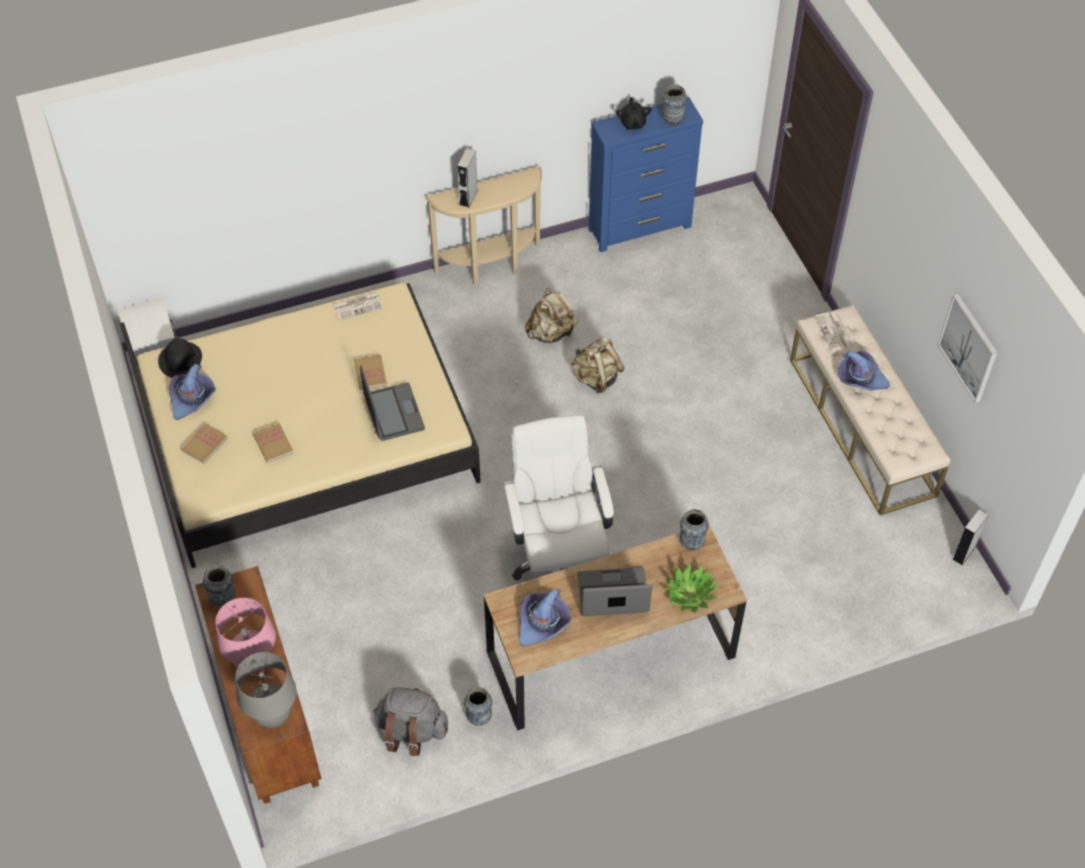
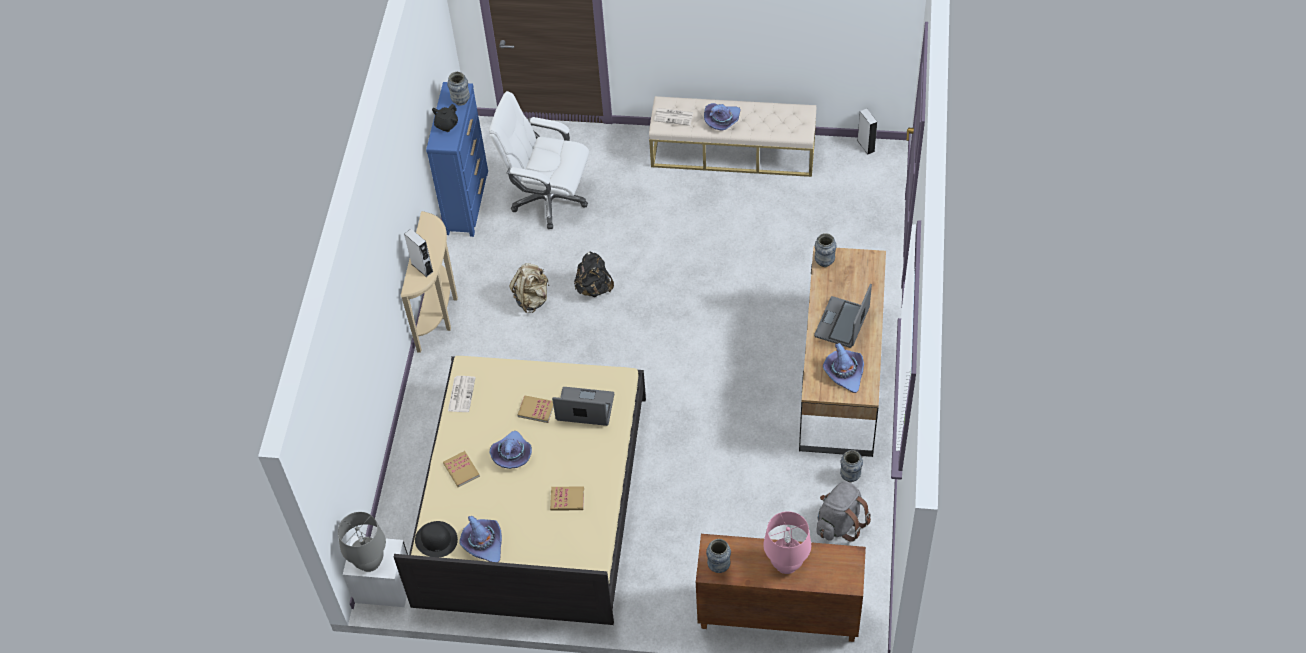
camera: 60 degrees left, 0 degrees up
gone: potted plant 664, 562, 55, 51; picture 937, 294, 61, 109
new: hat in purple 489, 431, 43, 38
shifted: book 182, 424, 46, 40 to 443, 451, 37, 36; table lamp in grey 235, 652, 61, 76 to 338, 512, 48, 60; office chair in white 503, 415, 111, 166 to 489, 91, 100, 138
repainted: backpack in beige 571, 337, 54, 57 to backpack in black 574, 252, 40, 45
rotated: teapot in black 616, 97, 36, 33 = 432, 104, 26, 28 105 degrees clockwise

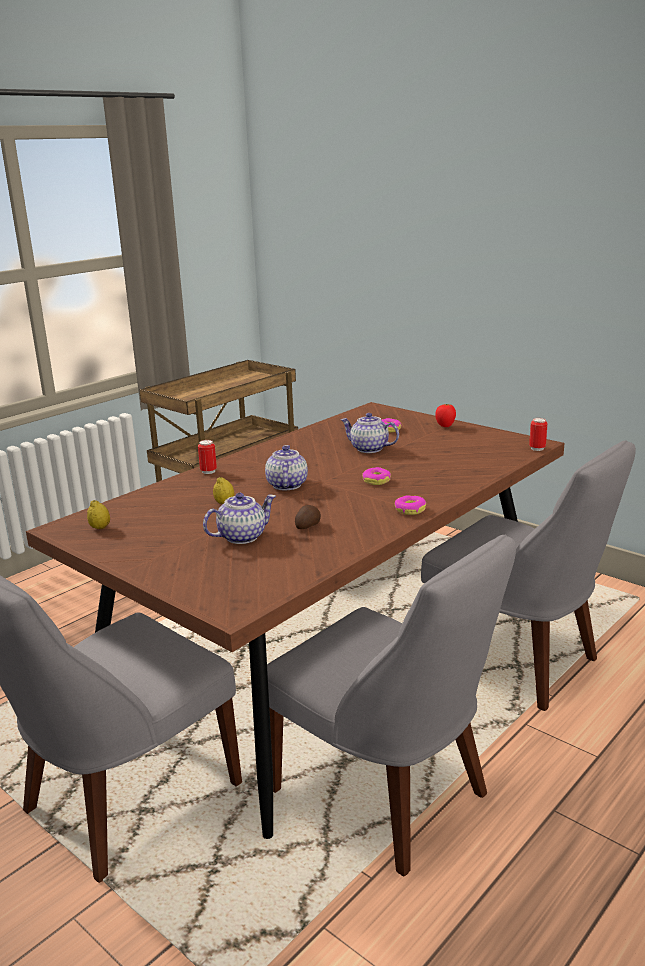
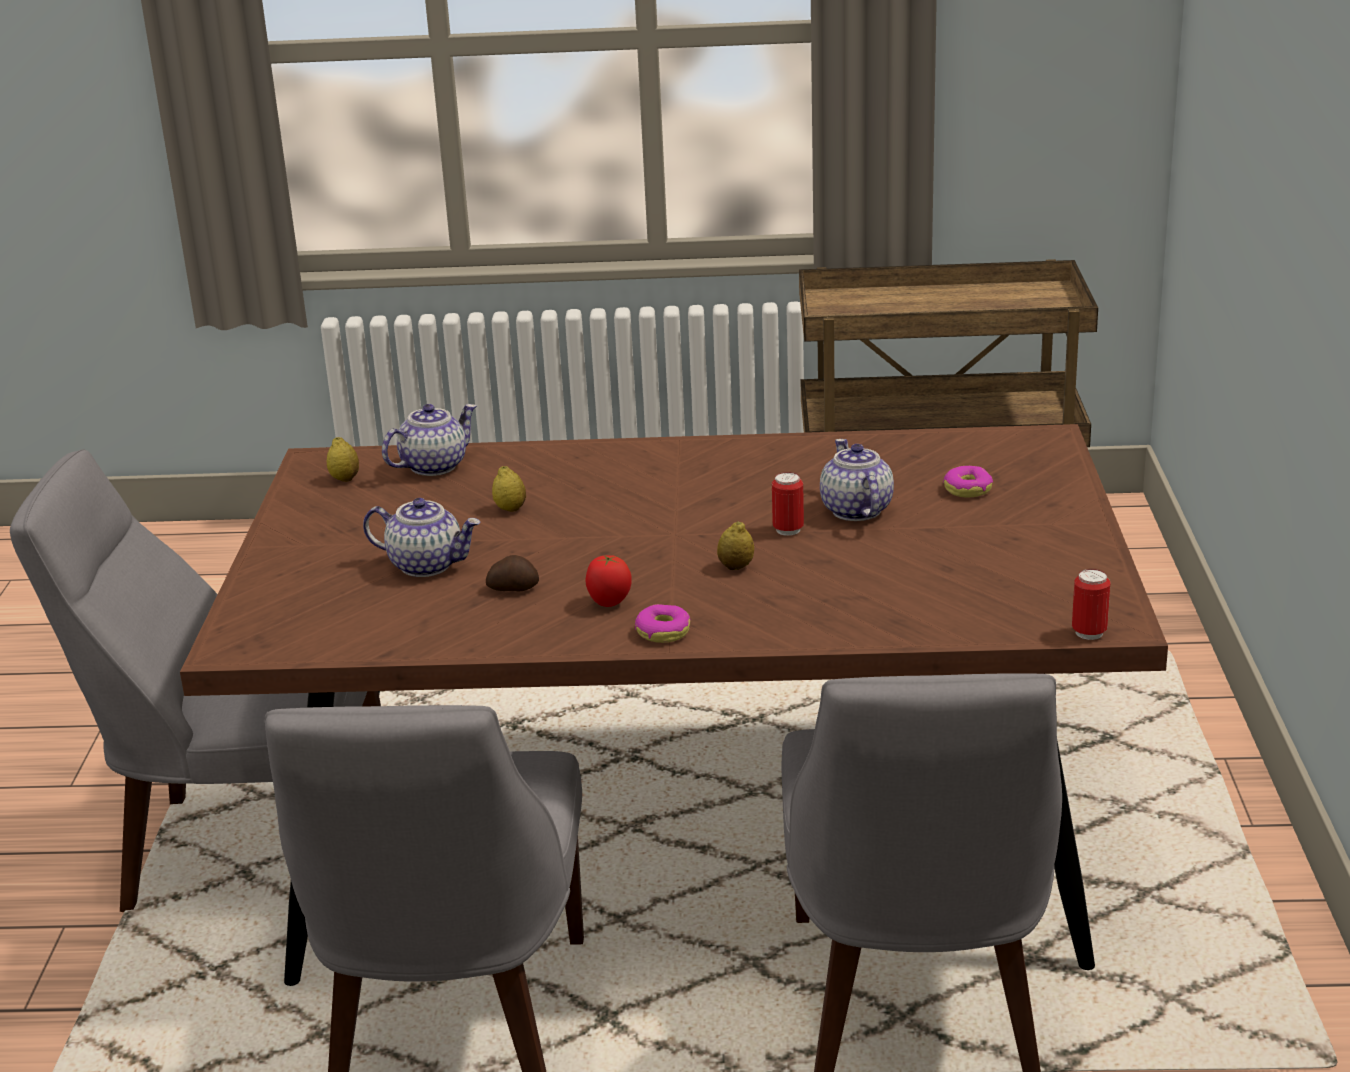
camera: 50 degrees right, 5 degrees up
shifted: can 198, 440, 19, 34 to 772, 472, 32, 64; teapot 265, 445, 43, 45 to 382, 404, 95, 72; tomato 435, 404, 21, 23 to 585, 555, 47, 52
swapped: donut 362, 467, 29, 18 to lemon 717, 521, 37, 49

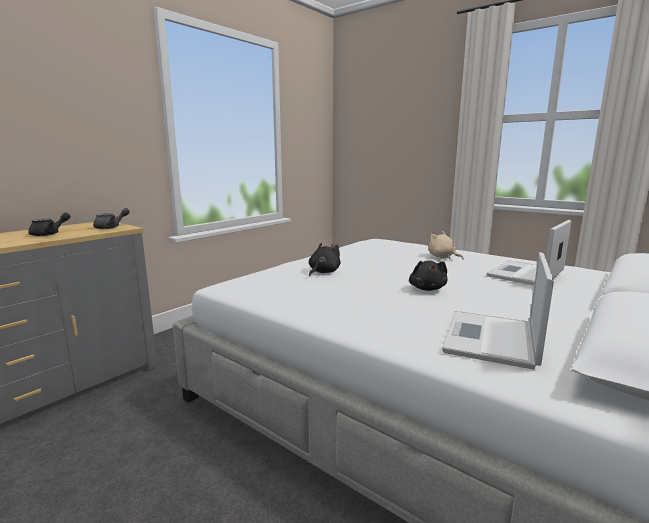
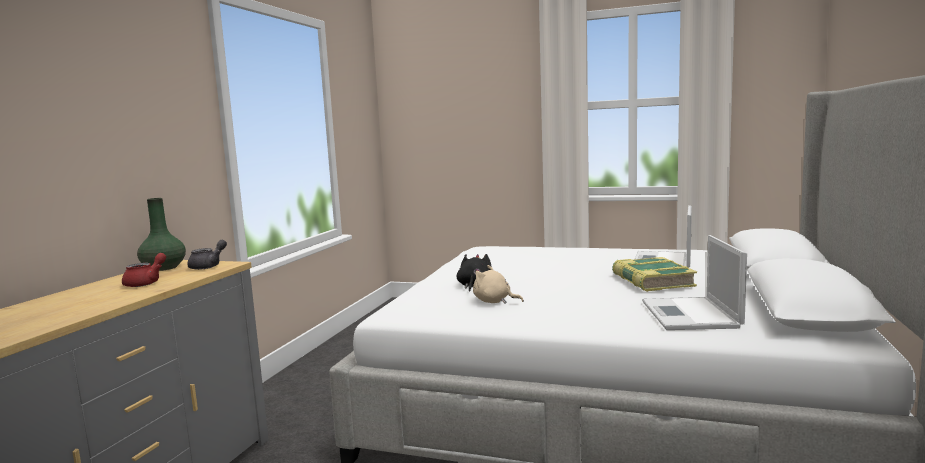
camera: 20 degrees left, 5 degrees down
gone: plush toy in black 409, 260, 38, 31
new: vase in green 137, 198, 49, 73; book 612, 257, 85, 35
shifted: plush toy in beige 428, 231, 36, 29 to 473, 265, 51, 39
repainted: teapot in black 28, 213, 42, 23 to teapot in red 122, 253, 44, 34

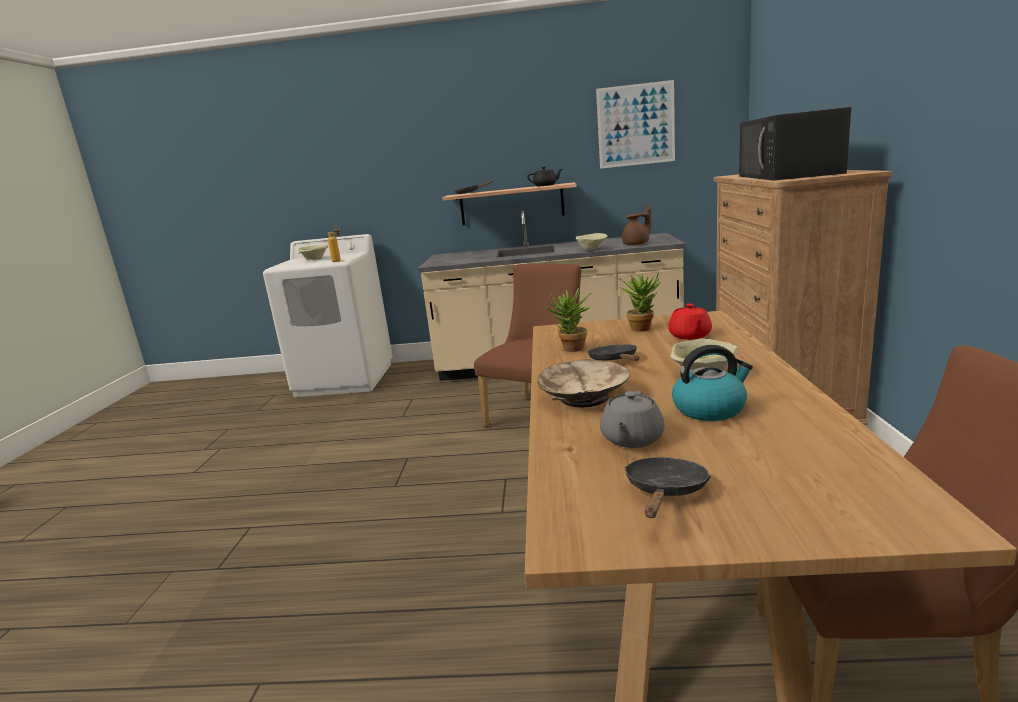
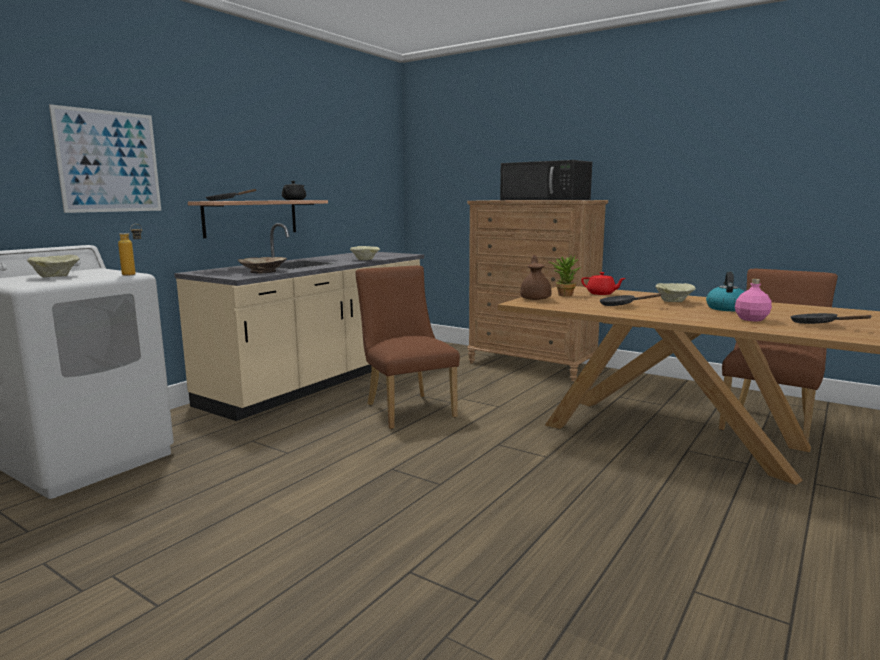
camera: 60 degrees left, 5 degrees down
gone: potted plant 546, 288, 45, 64
shifted: bowl in beige 537, 359, 93, 48 to 238, 257, 49, 16; picture 596, 80, 79, 89 to 49, 104, 112, 109; teapot in brown 622, 206, 29, 39 to 520, 255, 31, 45
swapped: teapot in grey 600, 391, 65, 57 to bottle in pink 735, 279, 37, 43

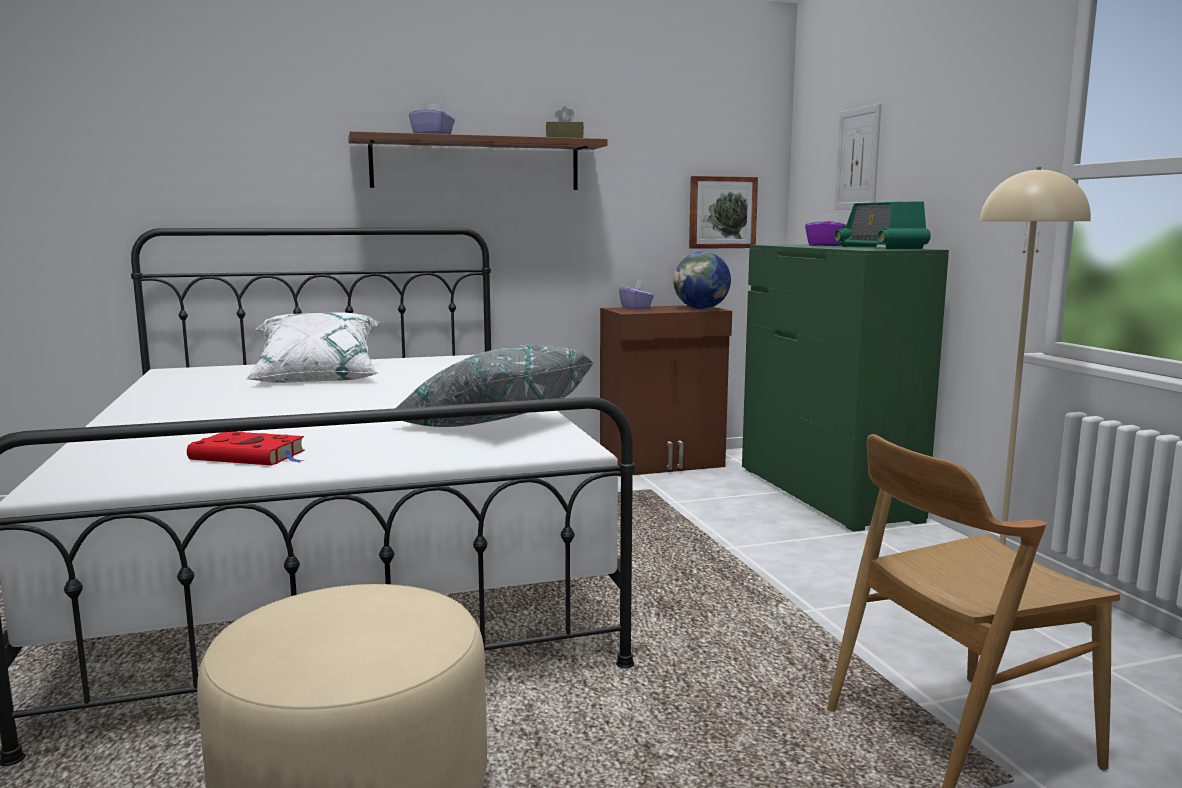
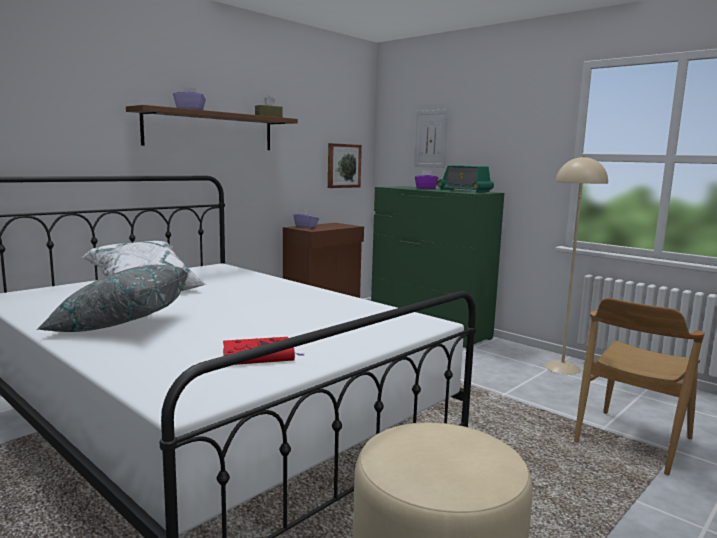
camera: 30 degrees left, 0 degrees up
gone: globe 673, 252, 58, 57
shifted: pillow in grey 396, 344, 198, 83 to 36, 265, 152, 67

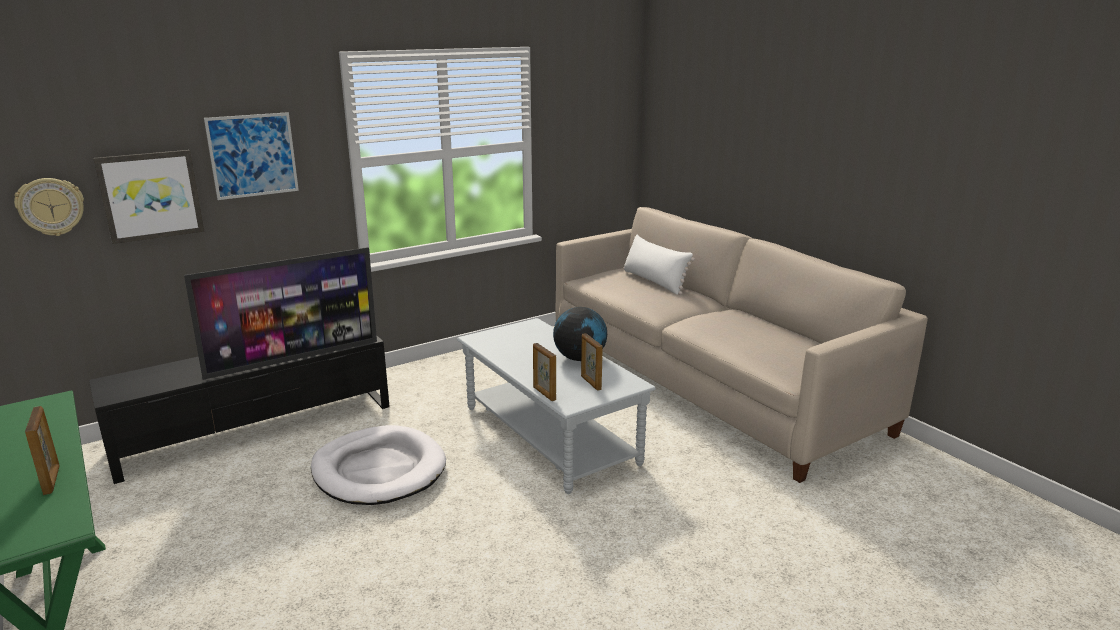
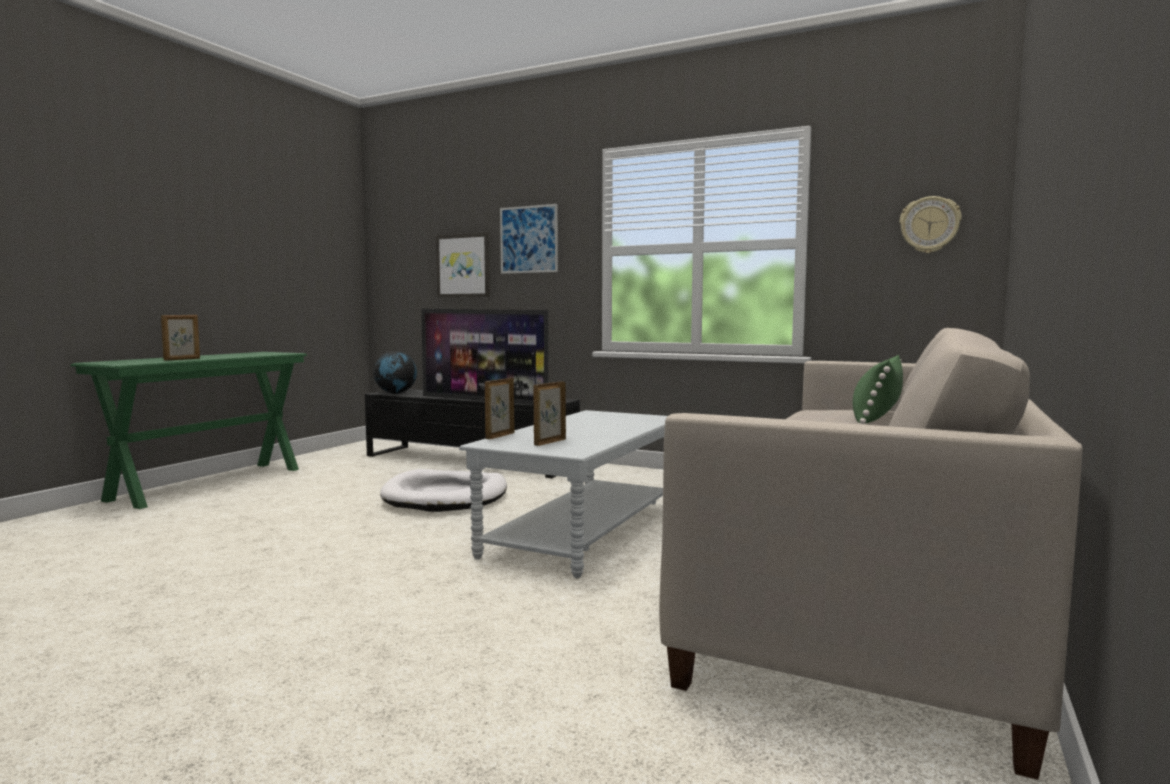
camera: 60 degrees right, 15 degrees down
shifted: wall clock 14, 178, 70, 58 to 899, 196, 63, 57; globe 553, 307, 54, 54 to 373, 351, 44, 43
repainted: pillow in white 623, 235, 72, 60 to pillow in green 853, 355, 50, 69

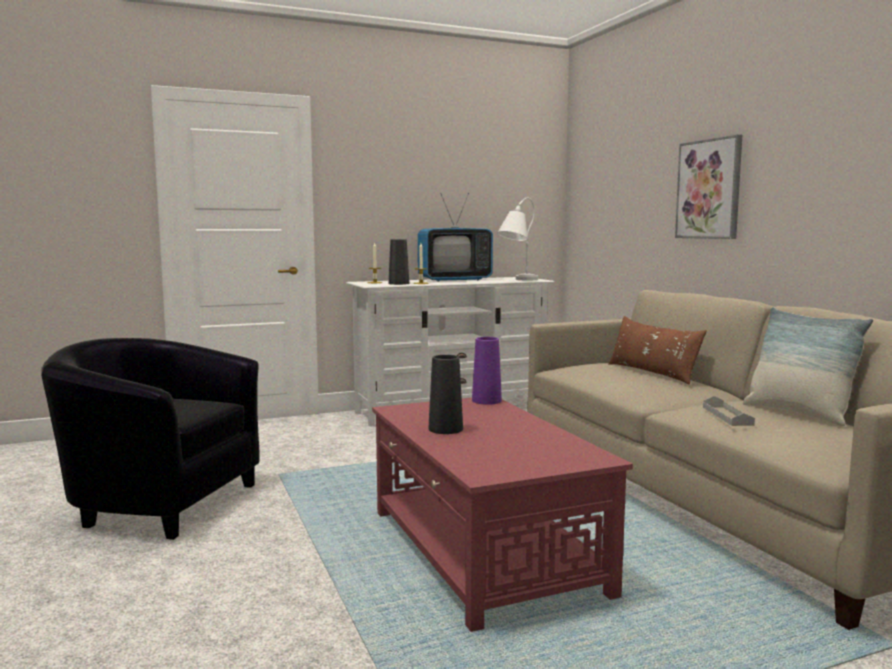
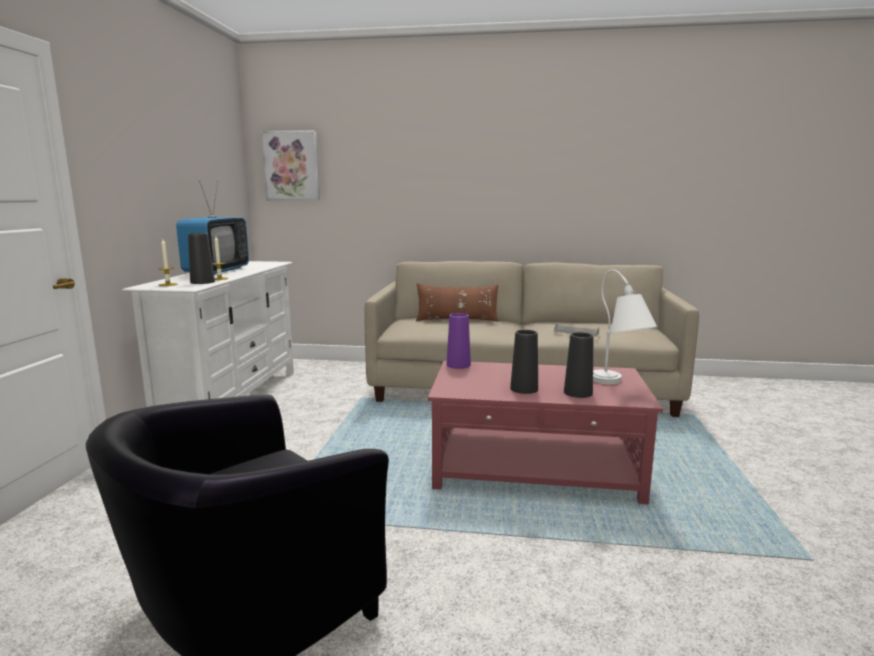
camera: 60 degrees left, 5 degrees up
gone: pillow 743, 307, 130, 119
new: vase in black 564, 332, 29, 66
shifted: table lamp in white 497, 197, 41, 83 to 593, 270, 64, 114; picture 675, 135, 67, 104 to 262, 130, 58, 71

